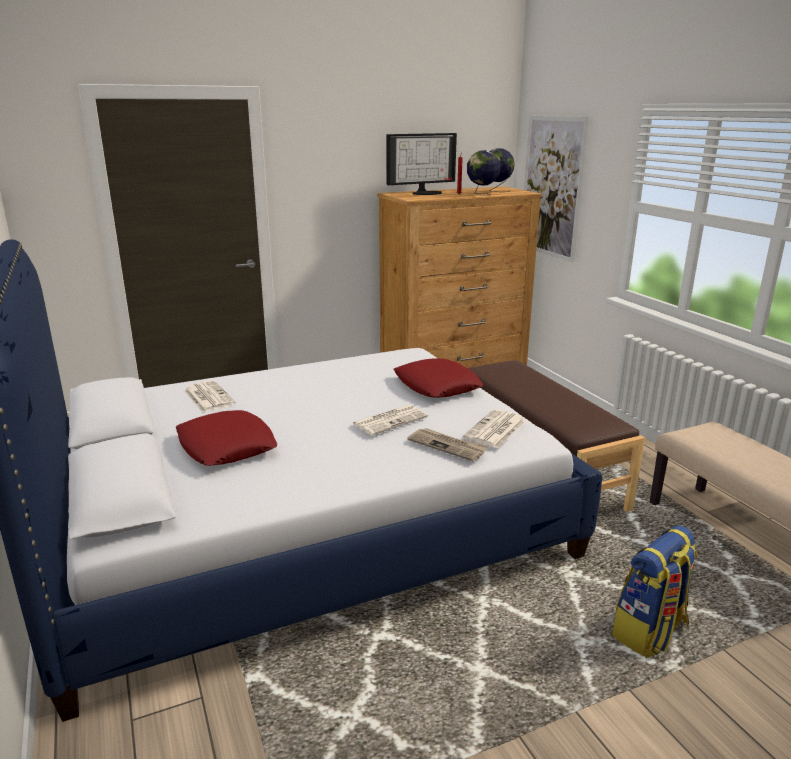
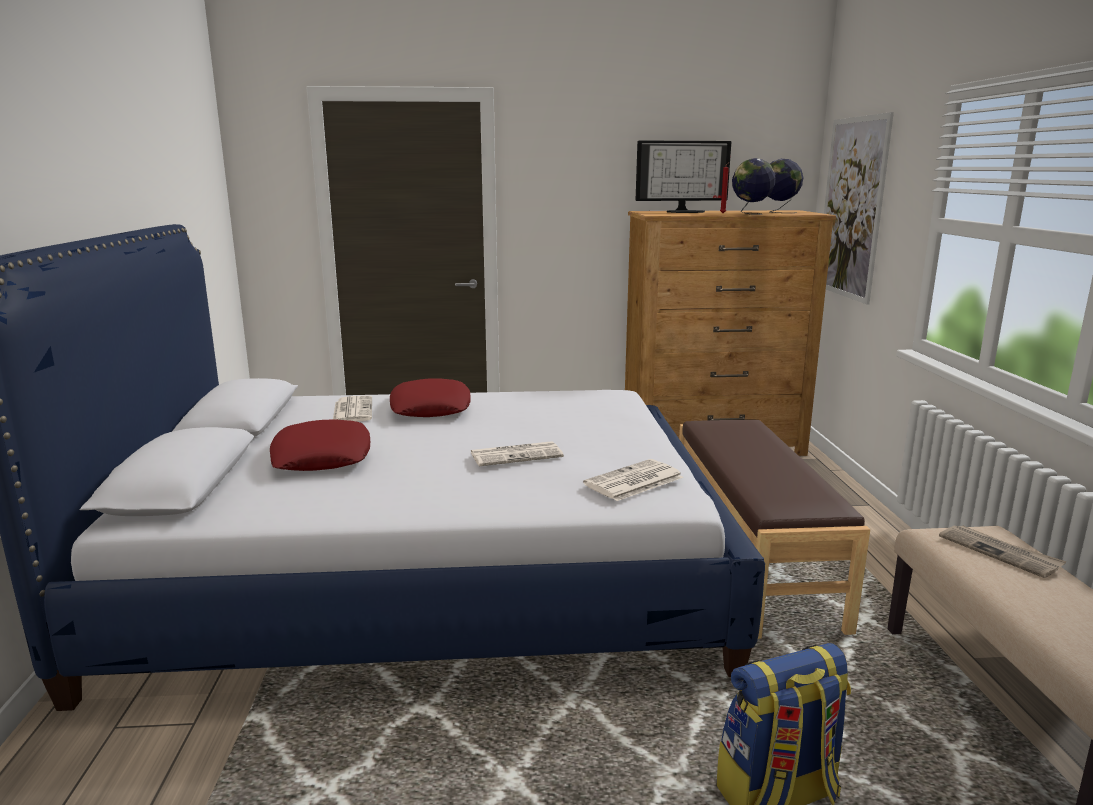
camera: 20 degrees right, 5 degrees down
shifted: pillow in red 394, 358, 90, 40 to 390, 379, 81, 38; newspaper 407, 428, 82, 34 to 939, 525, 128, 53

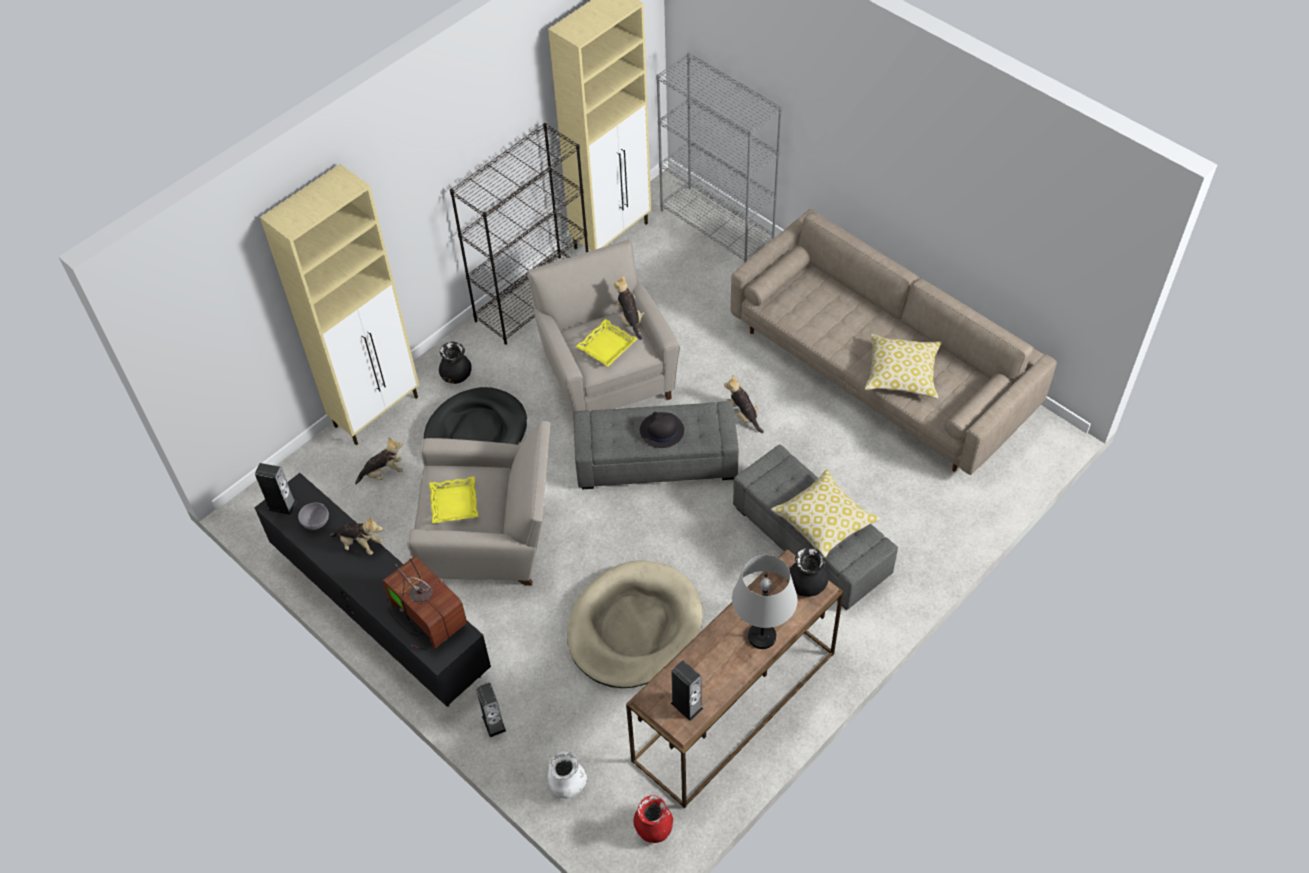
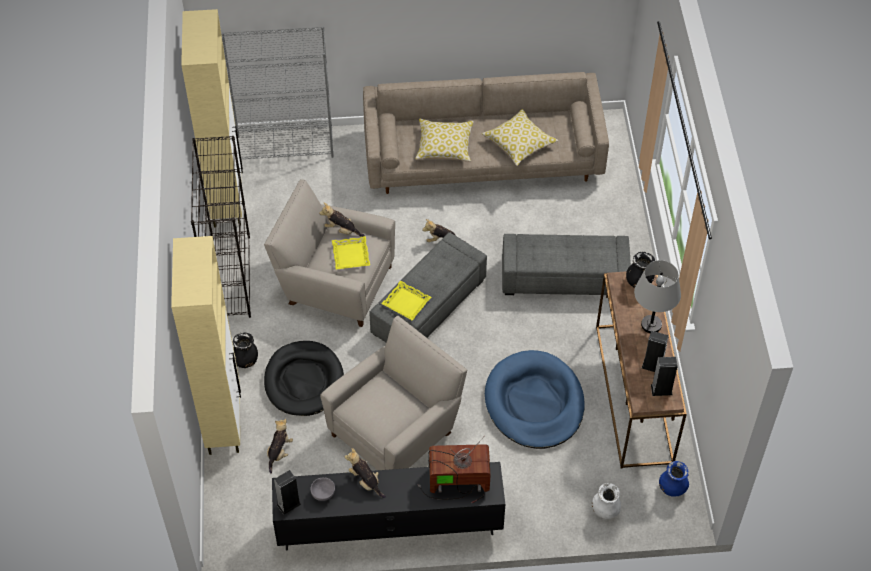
camera: 50 degrees left, 0 degrees up
gone: hat in black 640, 412, 44, 36
shifted: tray in yellow 429, 476, 49, 47 to 381, 281, 50, 40; speaker 476, 683, 30, 54 to 642, 331, 27, 41; pillow 771, 469, 110, 89 to 416, 119, 58, 43
repainted: dog bed in beige 567, 560, 136, 128 to dog bed in blue 485, 350, 100, 99; vase in red 633, 795, 40, 48 to vase in blue 659, 461, 30, 36
rotated: plush toy 329, 515, 55, 40 = 345, 448, 41, 50 105 degrees counterclockwise

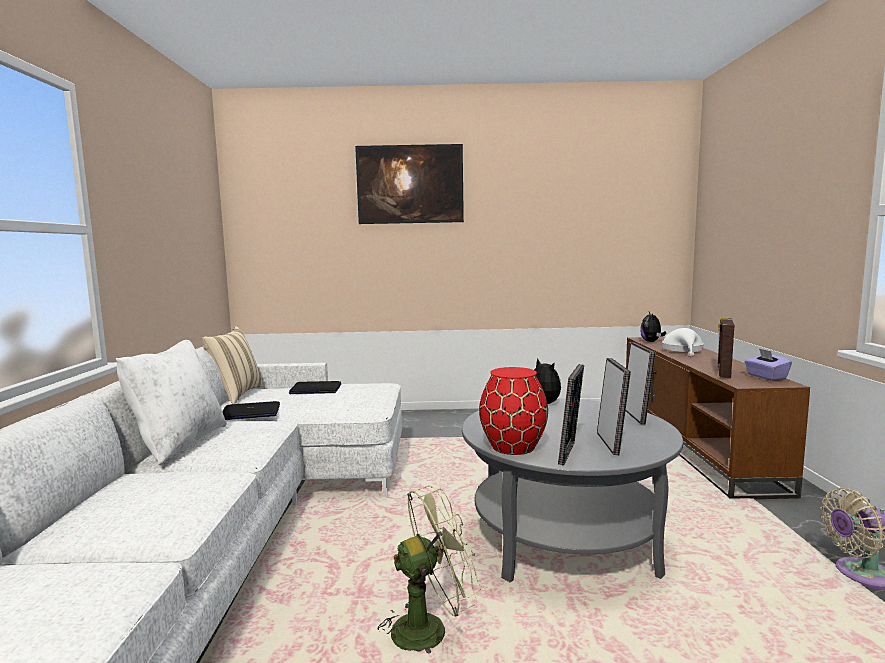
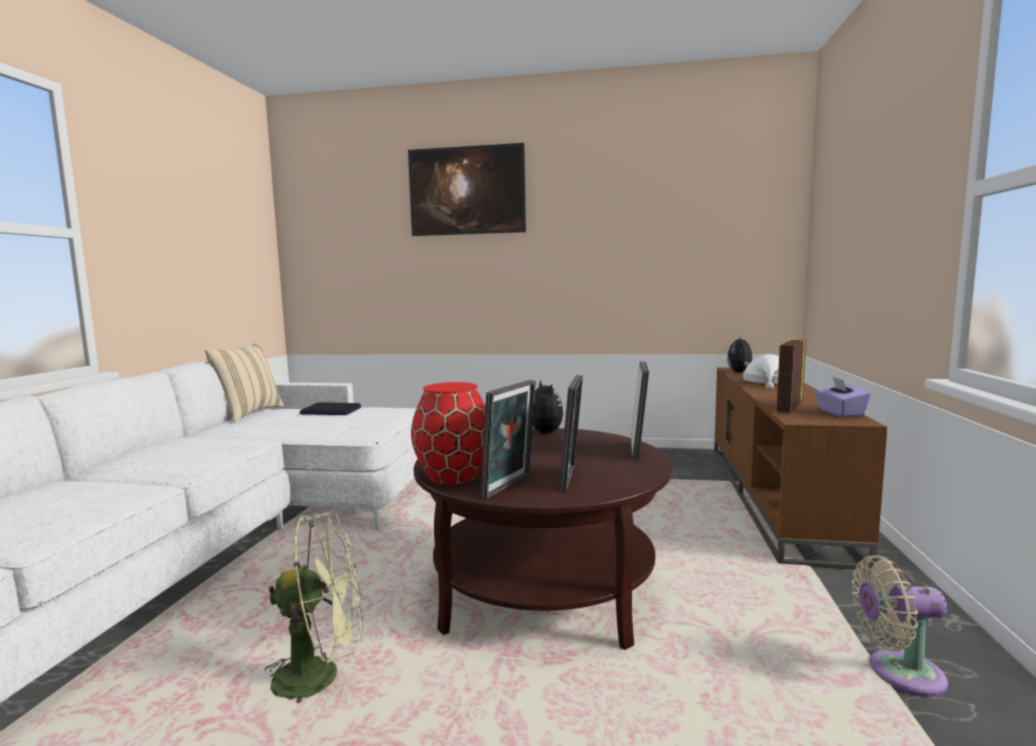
camera: 10 degrees right, 0 degrees up
gone: pillow in white 116, 340, 111, 125; laptop 222, 401, 58, 19
repainted: coffee table in grey 462, 398, 221, 184 to coffee table in brown 414, 428, 259, 222

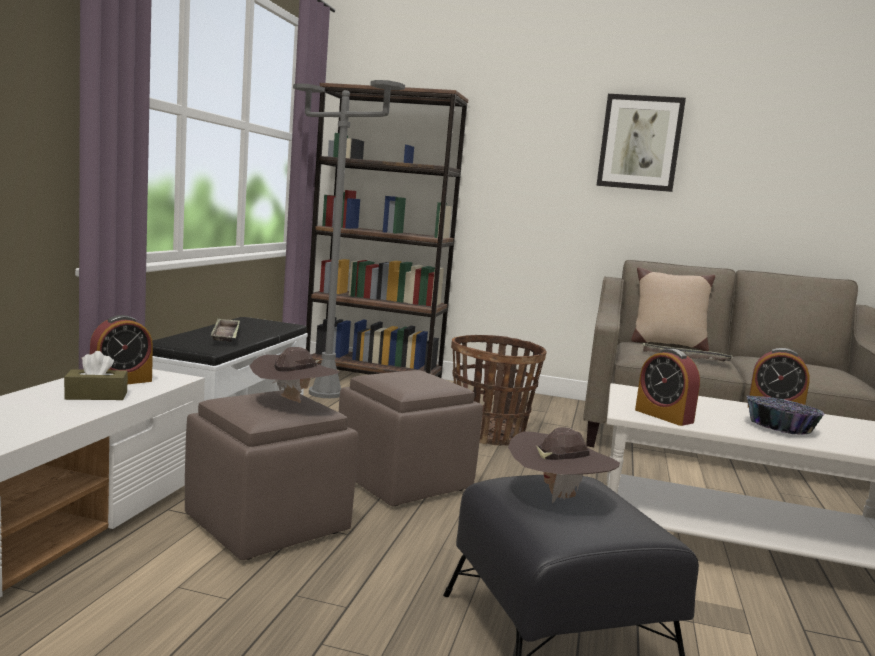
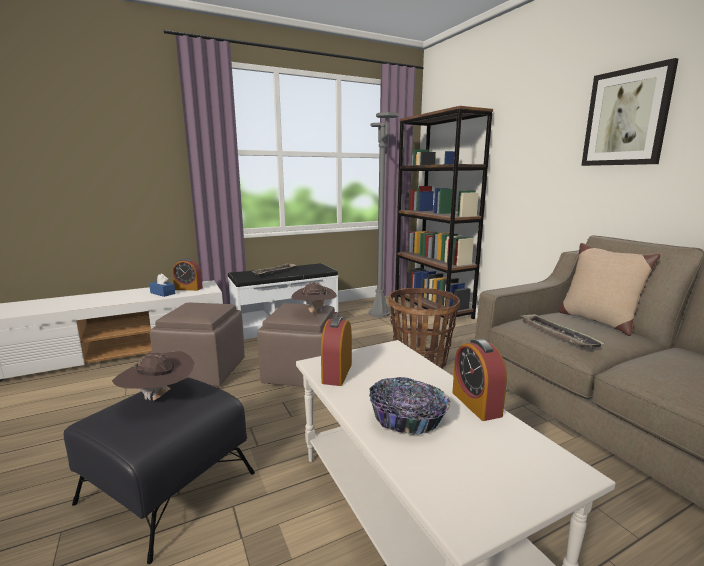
camera: 50 degrees right, 5 degrees up
shifted: hat in brown 250, 347, 90, 56 to 291, 282, 46, 31
repainted: tissue box in brown 64, 351, 64, 49 to tissue box in blue 149, 274, 27, 23

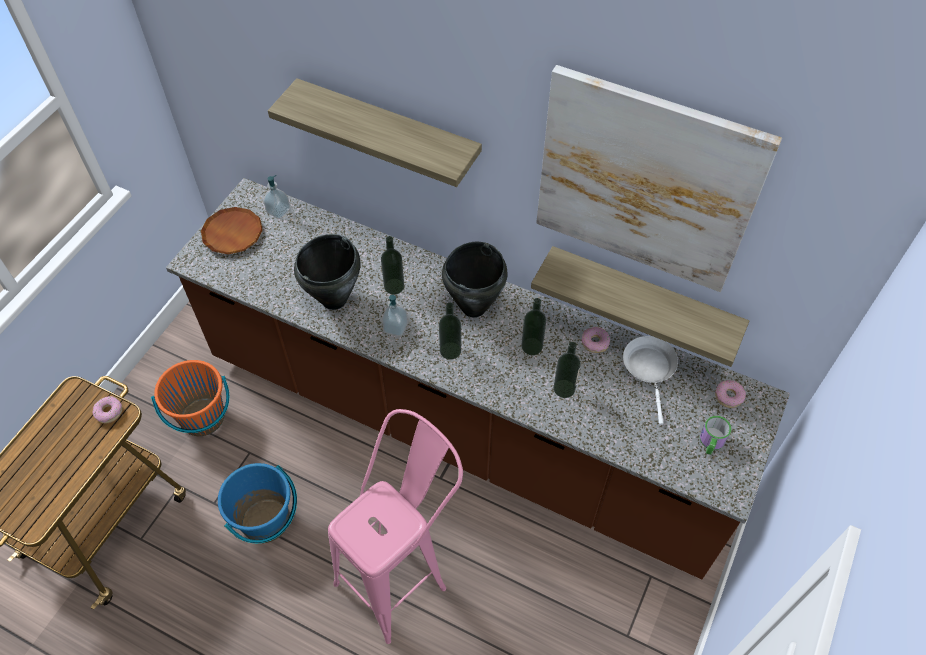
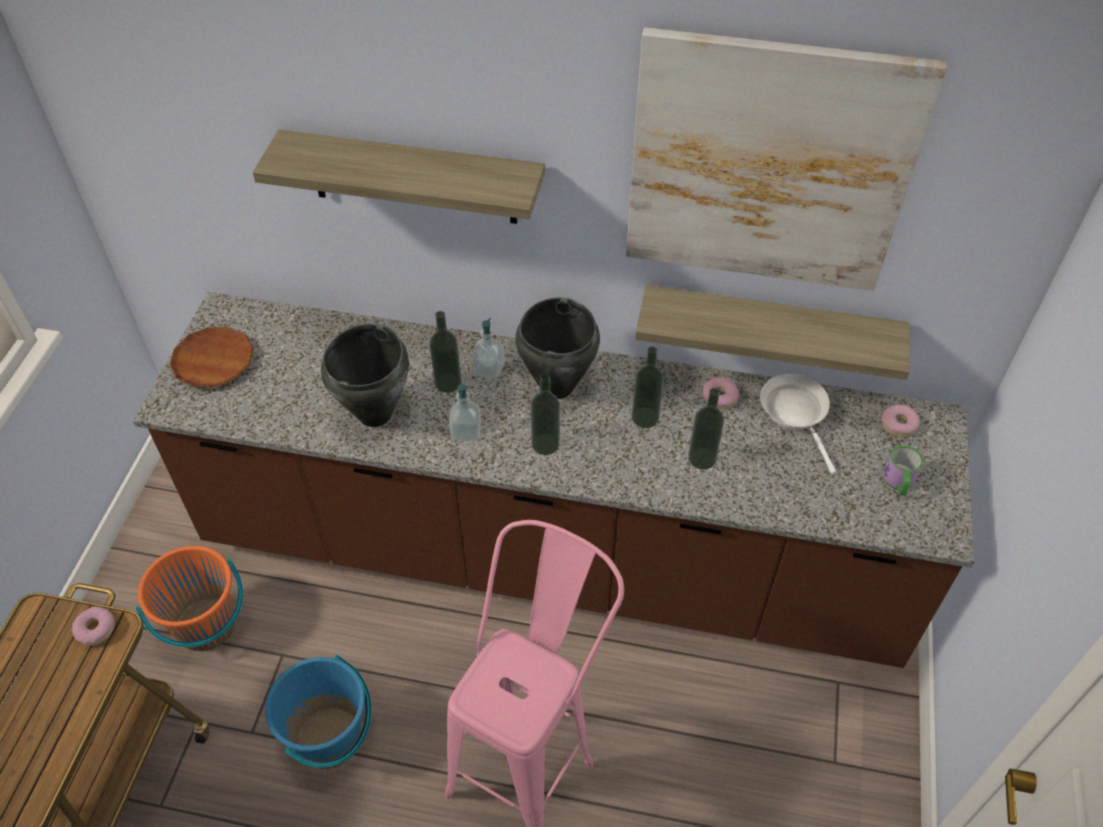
camera: 15 degrees left, 5 degrees down
shifted: soap dispenser 263, 175, 27, 44 to 472, 318, 33, 60

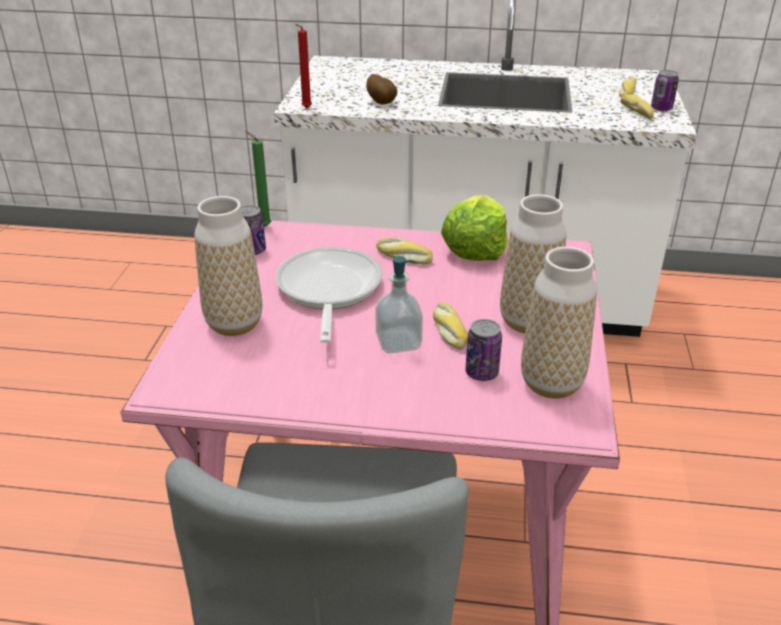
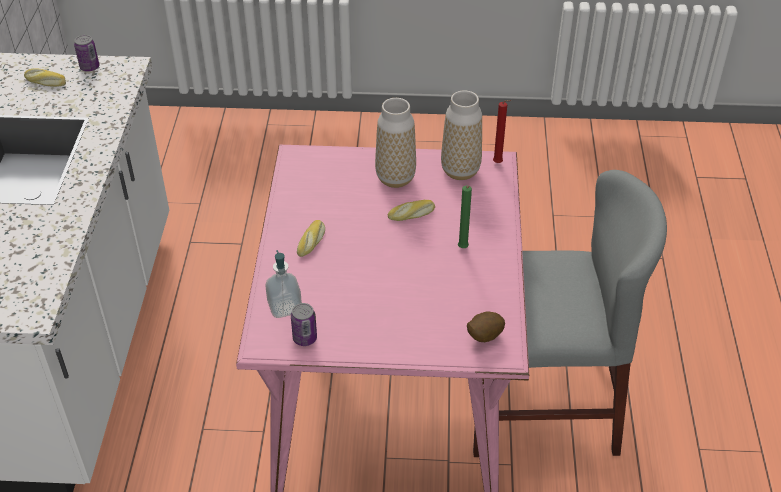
camera: 95 degrees left, 10 degrees up
gone: vase 195, 196, 68, 140; frying pan 276, 247, 107, 96; lettuce 441, 195, 67, 66; can 465, 319, 37, 62; bread 621, 94, 33, 25
shifted: candle in green 245, 131, 26, 96 to 458, 185, 14, 63; candle in red 295, 24, 17, 84 to 493, 100, 19, 63; potato 366, 74, 31, 30 to 467, 311, 38, 31; soap dispenser 375, 256, 48, 98 to 265, 250, 37, 68

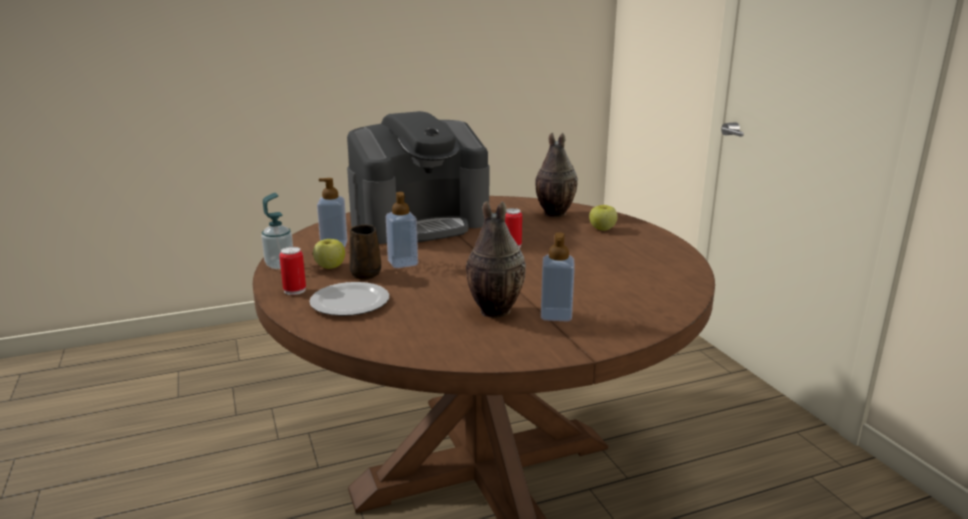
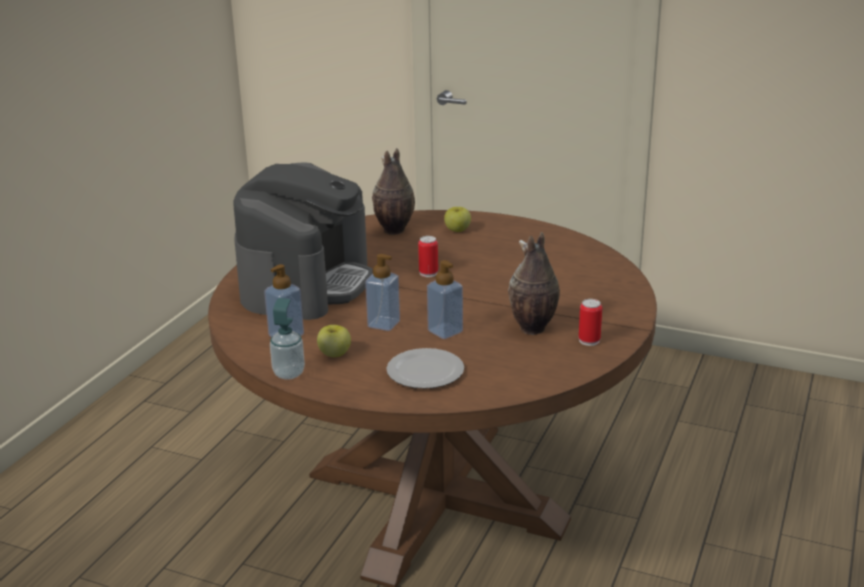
camera: 45 degrees left, 5 degrees up
gone: mug in brown 350, 225, 31, 55
shifted: can 279, 247, 27, 48 to 579, 299, 23, 47; soap dispenser 541, 232, 34, 89 to 427, 260, 36, 79

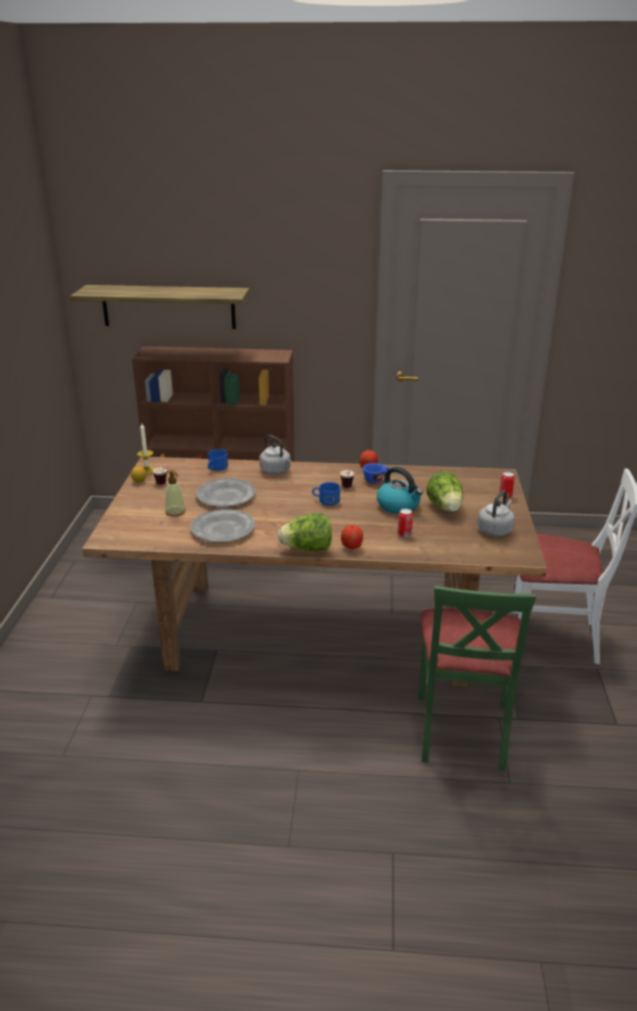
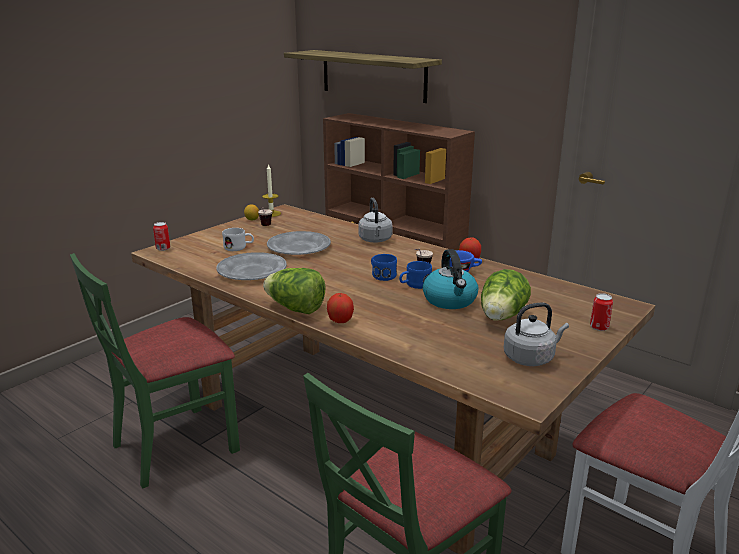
camera: 35 degrees right, 5 degrees down
new: chair in green 70, 253, 170, 235
shifted: mug in blue 208, 449, 20, 22 to 399, 261, 33, 28; can 398, 508, 15, 29 to 153, 222, 17, 29
swapped: soap dispenser 165, 470, 20, 47 to mug in white 222, 228, 32, 23

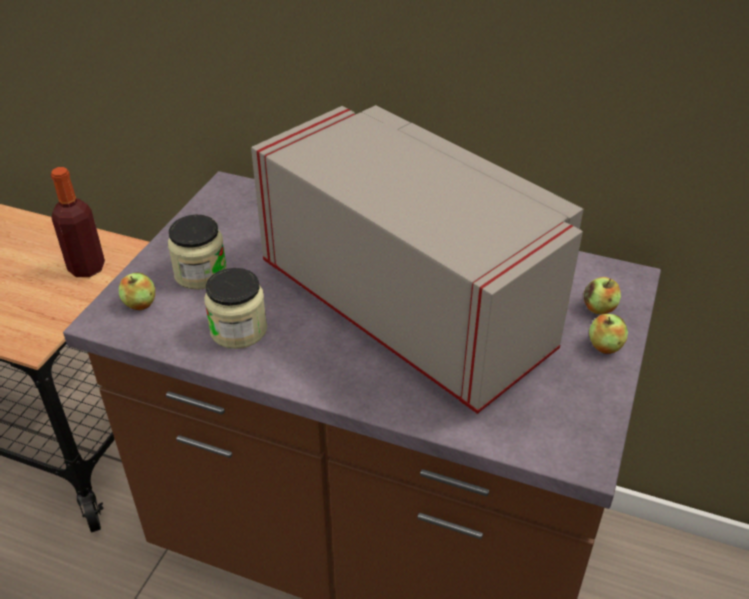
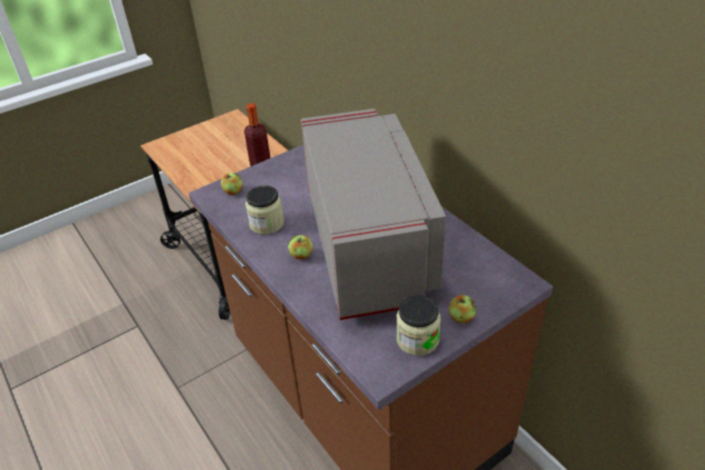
camera: 35 degrees right, 0 degrees up
shifted: jar 168, 215, 59, 75 to 397, 295, 44, 61; apple 583, 277, 38, 37 to 288, 235, 25, 24

